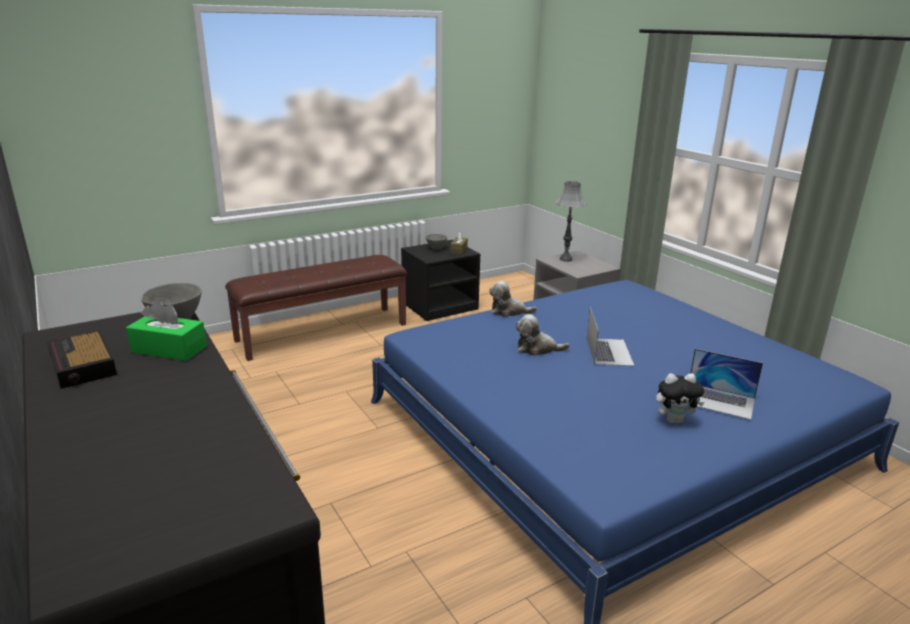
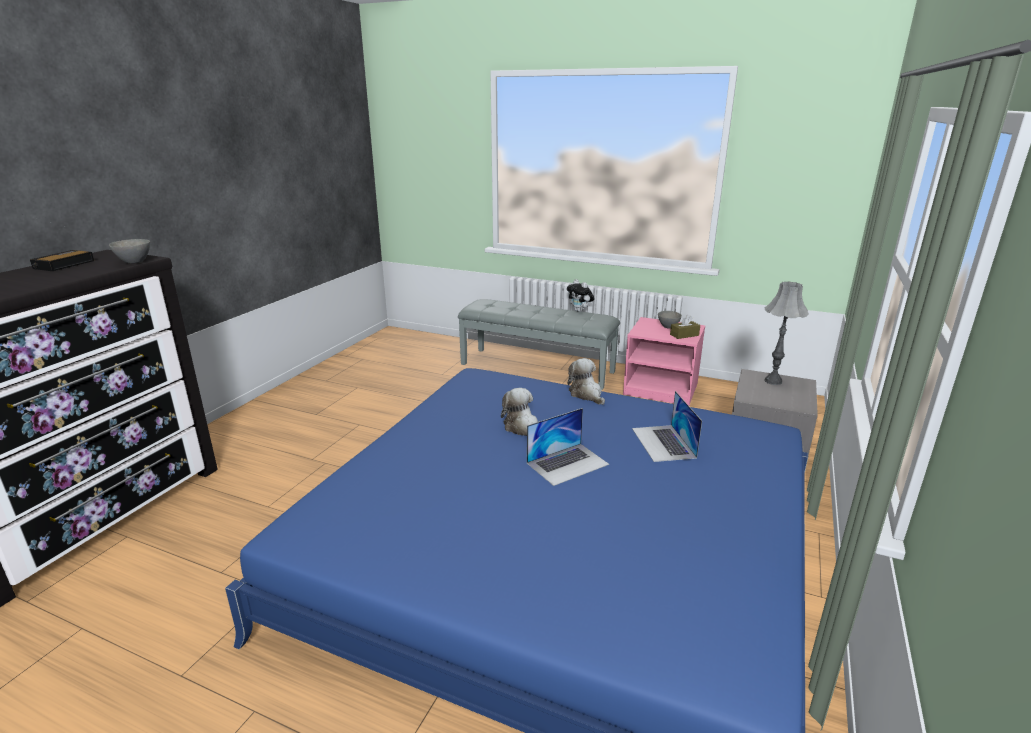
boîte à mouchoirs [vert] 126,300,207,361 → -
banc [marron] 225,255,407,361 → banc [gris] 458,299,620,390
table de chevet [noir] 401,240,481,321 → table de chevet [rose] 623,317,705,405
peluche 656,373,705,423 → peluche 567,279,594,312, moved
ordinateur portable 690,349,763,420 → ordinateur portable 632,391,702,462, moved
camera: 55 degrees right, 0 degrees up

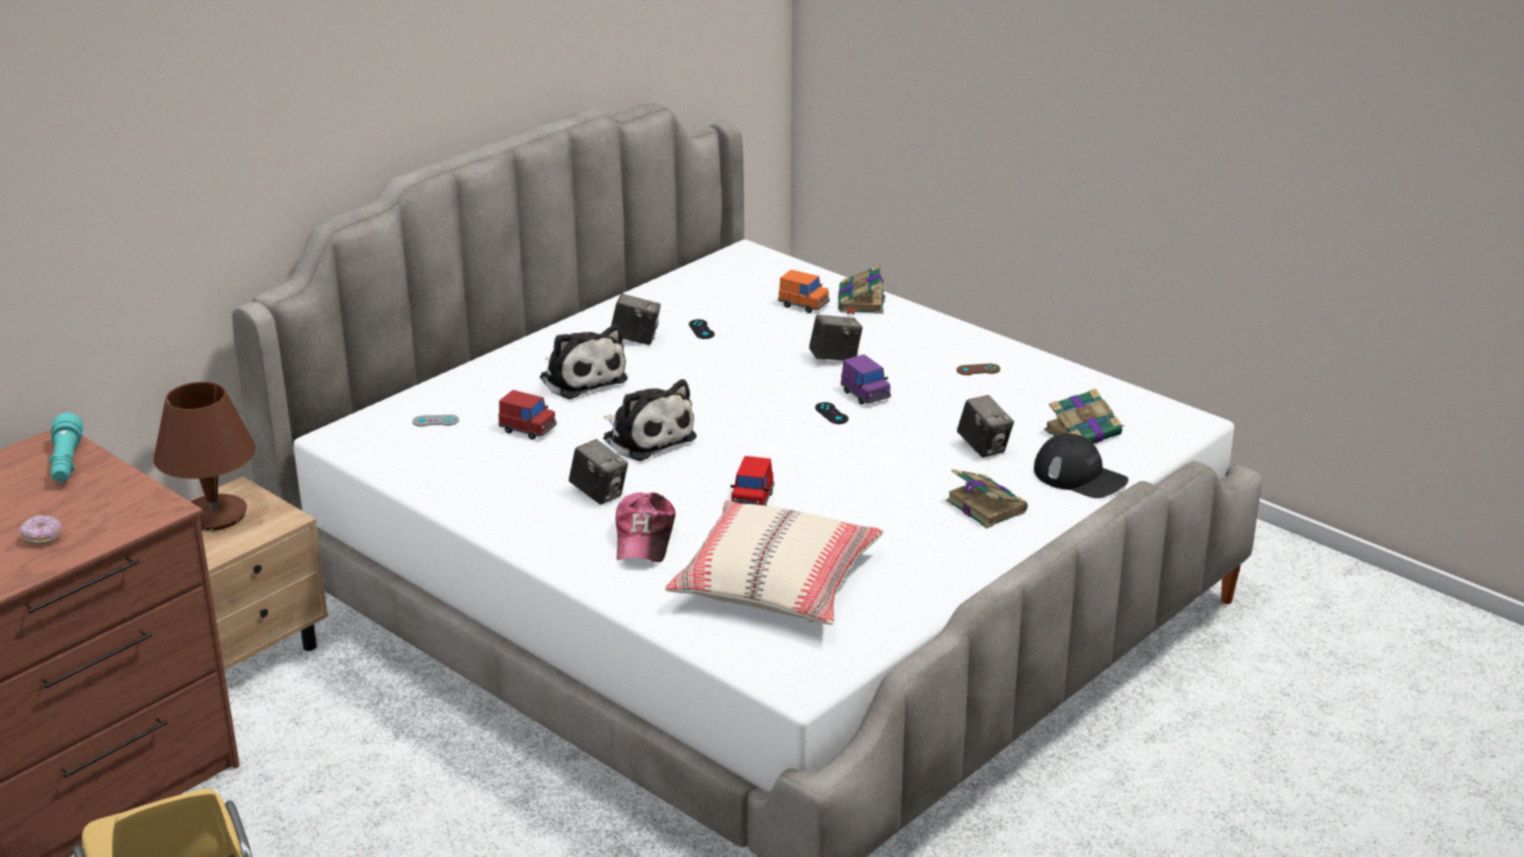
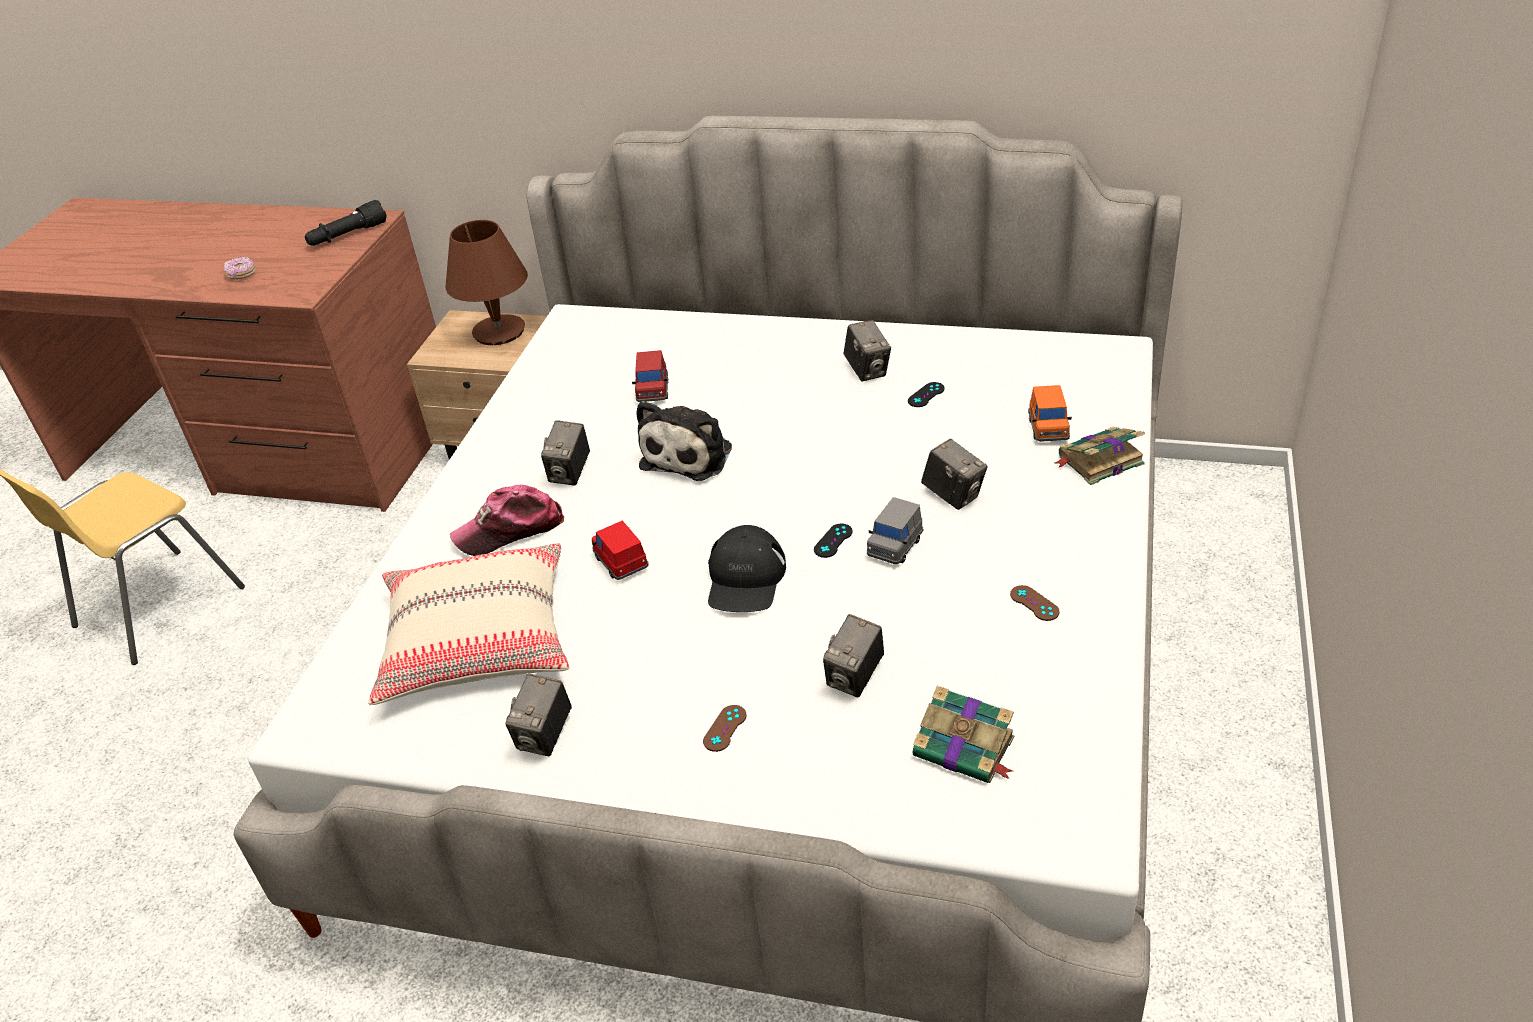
lampe de poche [turquoise] 49,413,83,482 → lampe de poche [noir] 305,200,387,246
manette [gris] 412,415,459,427 → -
peluche 540,324,628,399 → -
petite voiture [rouge] 731,456,774,506 → petite voiture [rouge] 592,520,649,580, 75 degrees clockwise
petite voiture [violet] 841,354,891,405 → petite voiture [gris] 867,497,923,564
livre 946,469,1028,529 → manette [marron] 703,705,747,752
casquette [noir] 1034,433,1129,498 → casquette [noir] 708,525,786,612, moved
- → appareil photo 505,673,572,756
camera: 65 degrees right, 10 degrees up

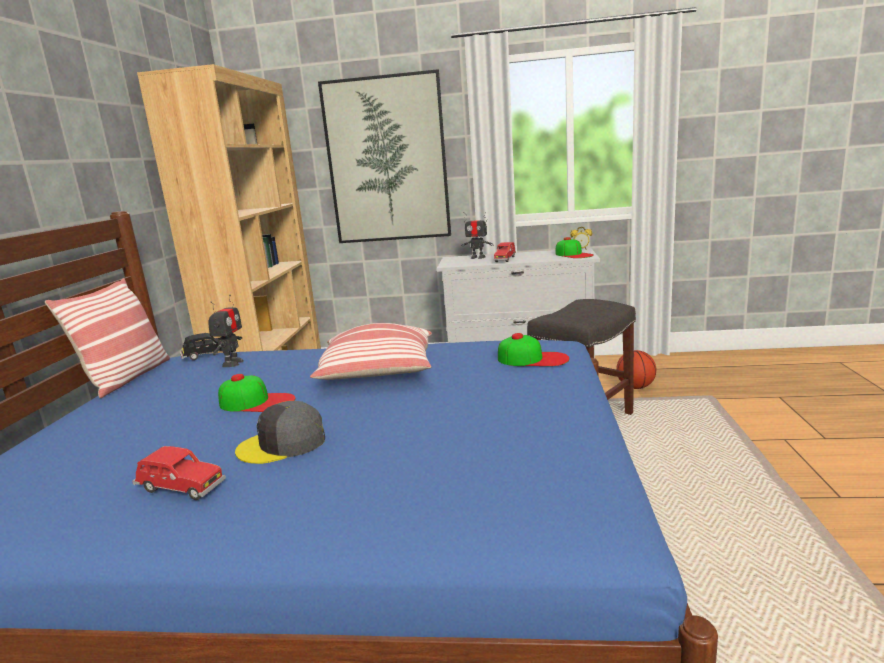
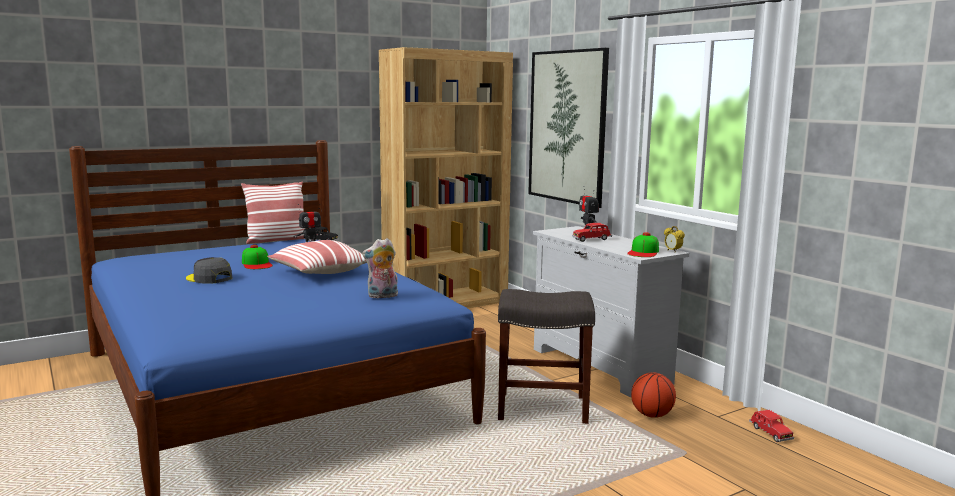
petite voiture [rouge] 132,446,226,500 → petite voiture [rouge] 749,410,794,442, moved
casquette 498,333,570,366 → peluche 362,238,398,298
camera: 50 degrees right, 5 degrees down

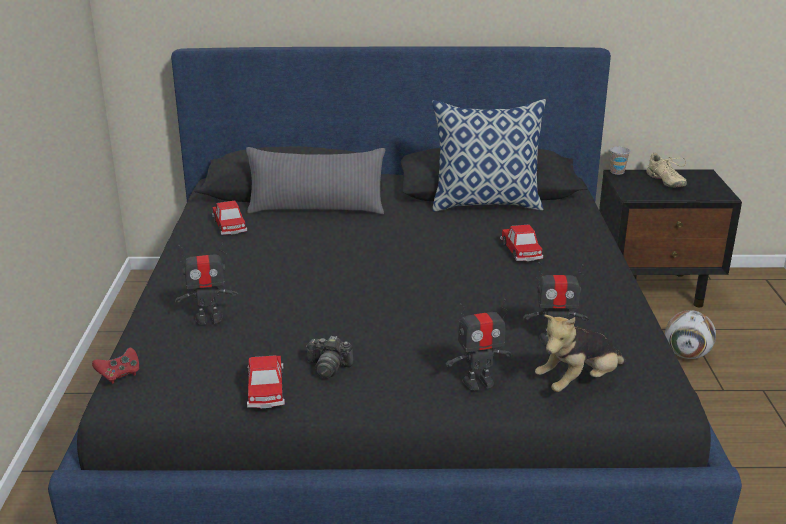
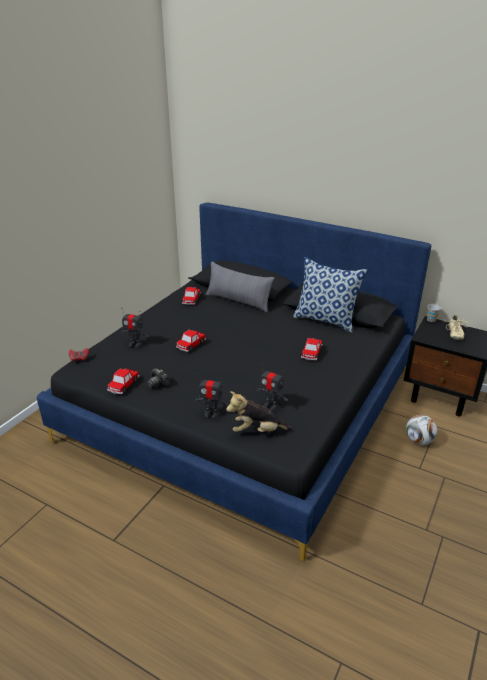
- → petite voiture 176,329,206,352
camera: 30 degrees right, 5 degrees up

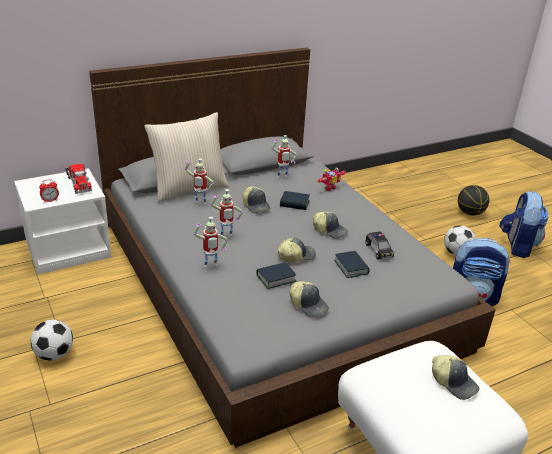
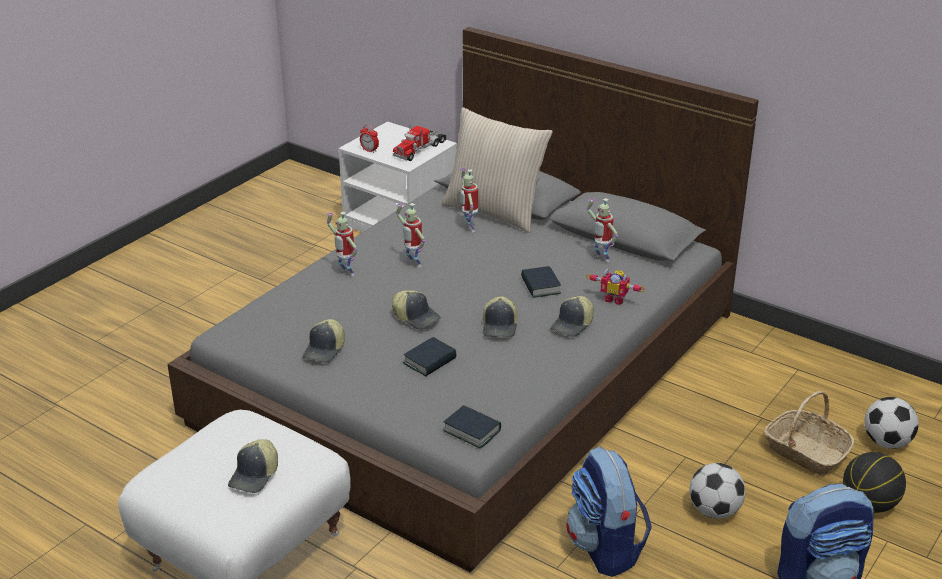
ballon de foot 30,320,73,361 → ballon de foot 864,397,919,449, moved
casquette 242,187,270,213 → casquette 550,296,594,337, moved
livre 256,262,296,289 → livre 443,405,501,449, moved
petite voiture 365,231,394,260 → -
- → panier 764,391,855,476
camera: 65 degrees right, 0 degrees up

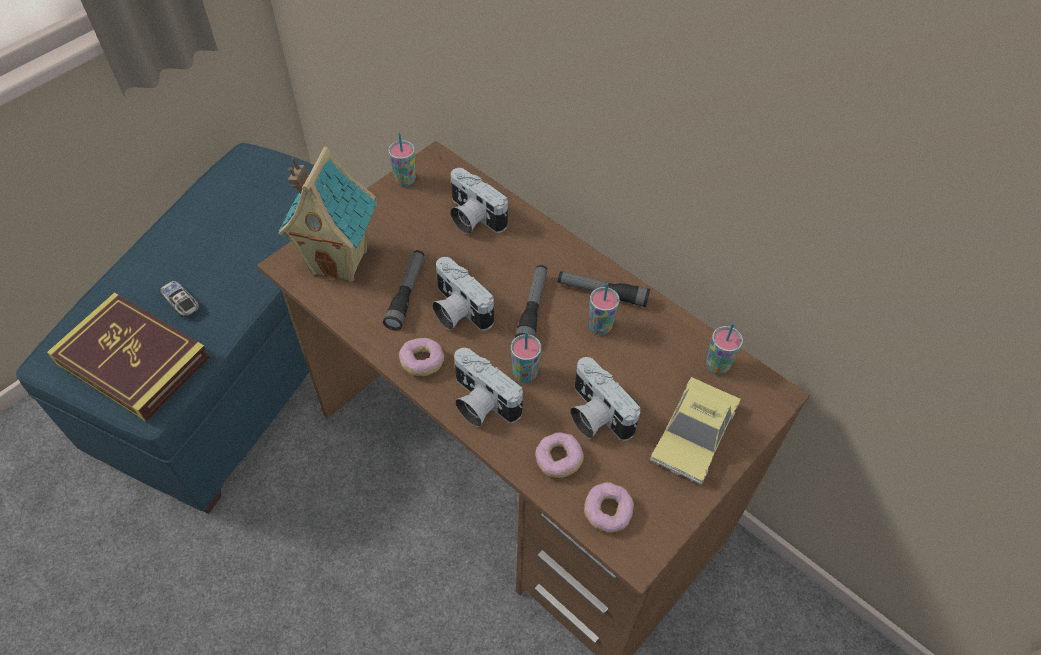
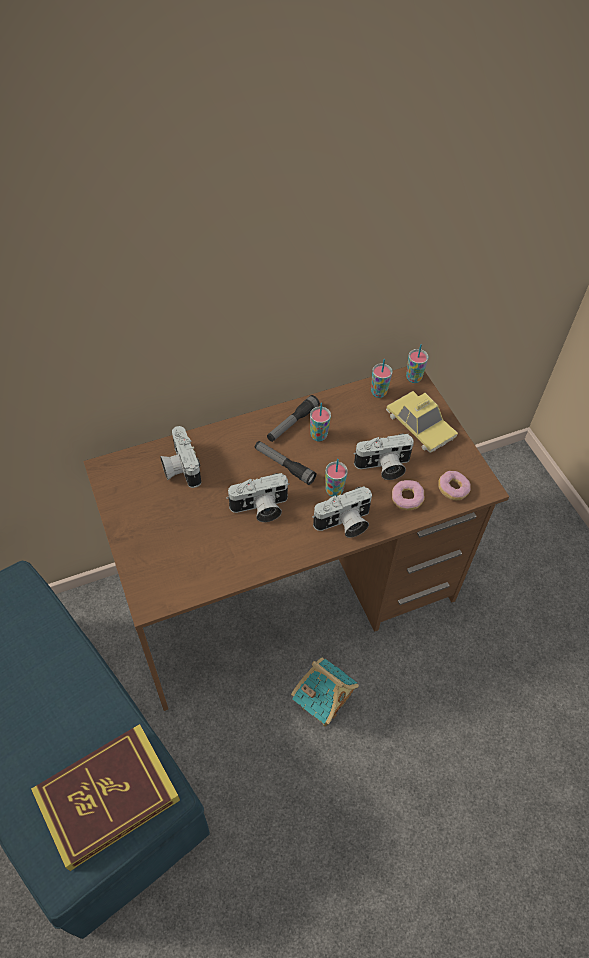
petite voiture 160,281,199,317 → -
maison miniature 278,147,377,283 → maison miniature 291,657,359,727, moved
lampe de poche 383,250,424,330 → -
tasse 388,133,416,186 → tasse 406,344,429,383, moved
beignet 399,338,444,376 → -
appareil photo 450,168,508,234 → appareil photo 160,426,201,488, 90 degrees clockwise
camera: 65 degrees left, 0 degrees up

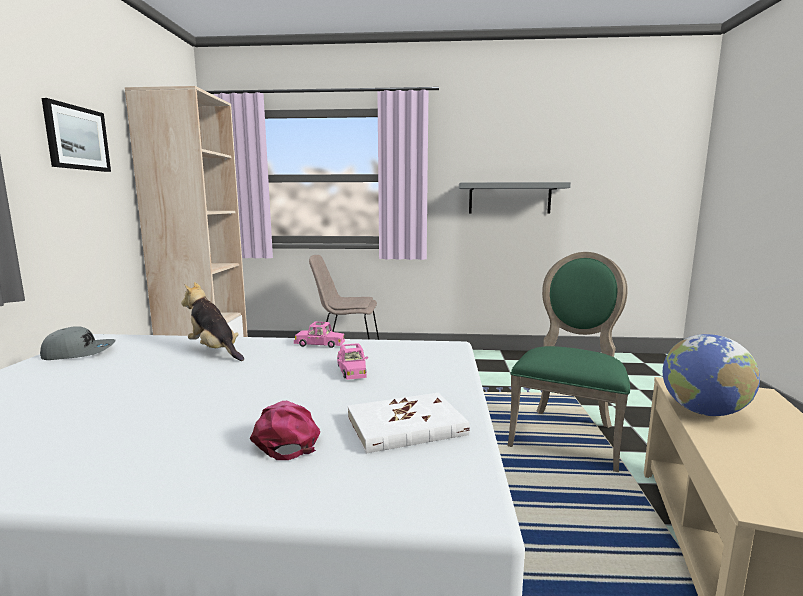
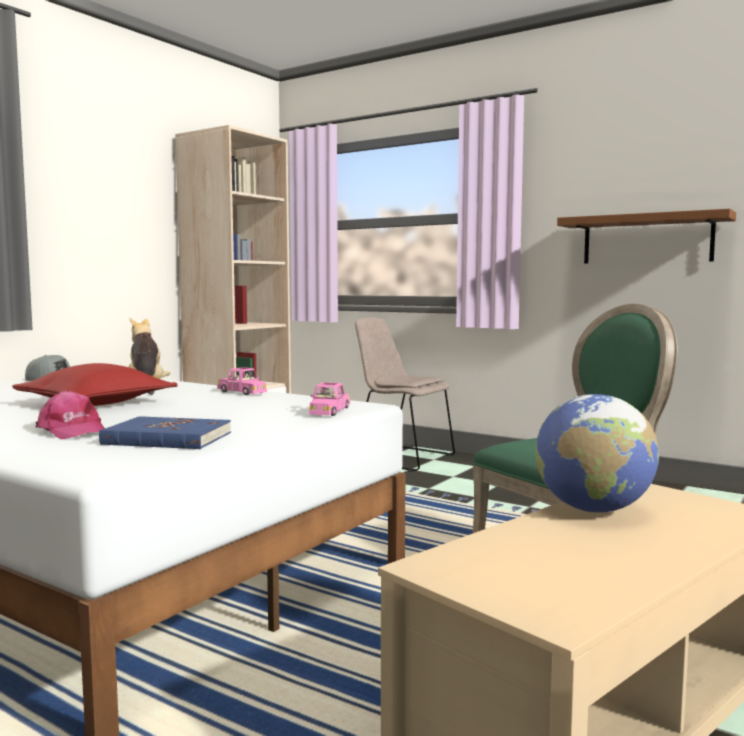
tableau 42,98,111,172 → -
casquette [rose] 250,401,320,460 → casquette [rose] 36,391,105,439, 120 degrees clockwise
petite voiture [rose] 337,343,368,380 → petite voiture [rose] 309,382,350,416, moved
livre [blanc] 347,393,470,454 → livre [bleu] 99,416,231,449
étagère [gris] 459,182,571,214 → étagère [marron] 557,209,736,264
- → coussin [rouge] 12,363,178,406
camera: 30 degrees right, 5 degrees down

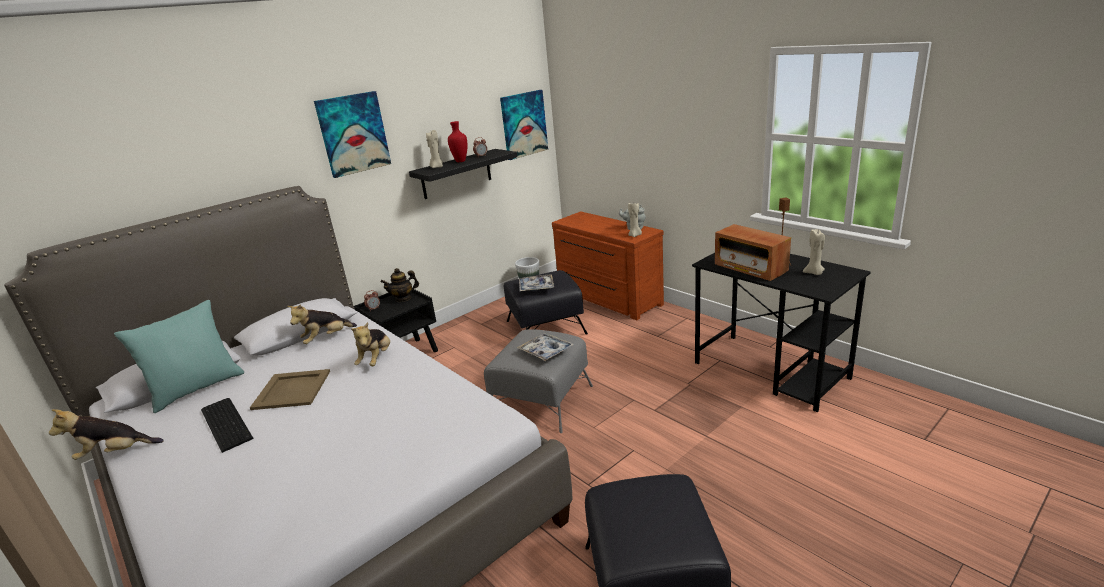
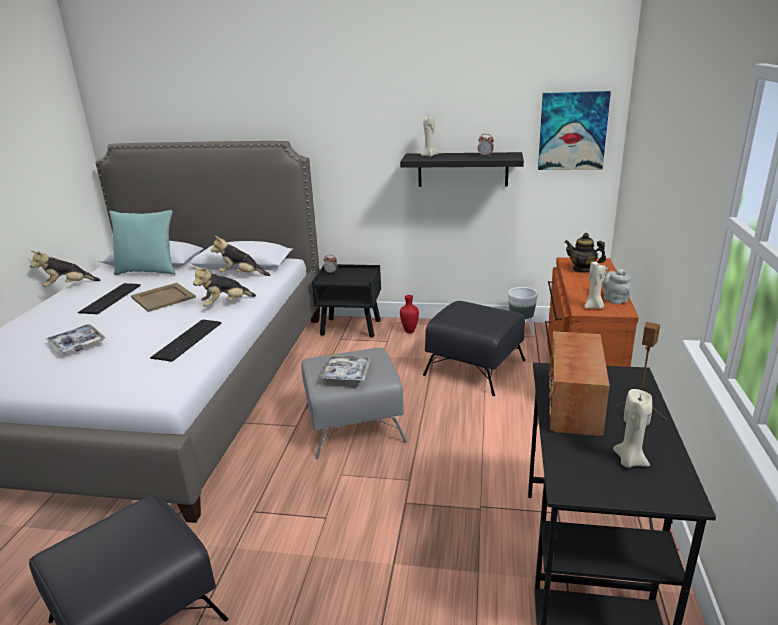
peluche 49,409,164,460 → peluche 30,251,100,287, 60 degrees counterclockwise
tableau 314,91,391,178 → -
théière 381,268,419,302 → théière 565,233,606,273, moved
vase [rouge] 448,121,467,162 → vase [rouge] 400,295,419,333, moved
plateau 519,274,554,291 → plateau 46,324,105,354, moved
- → clavier 150,320,221,362
camera: 50 degrees right, 0 degrees up

